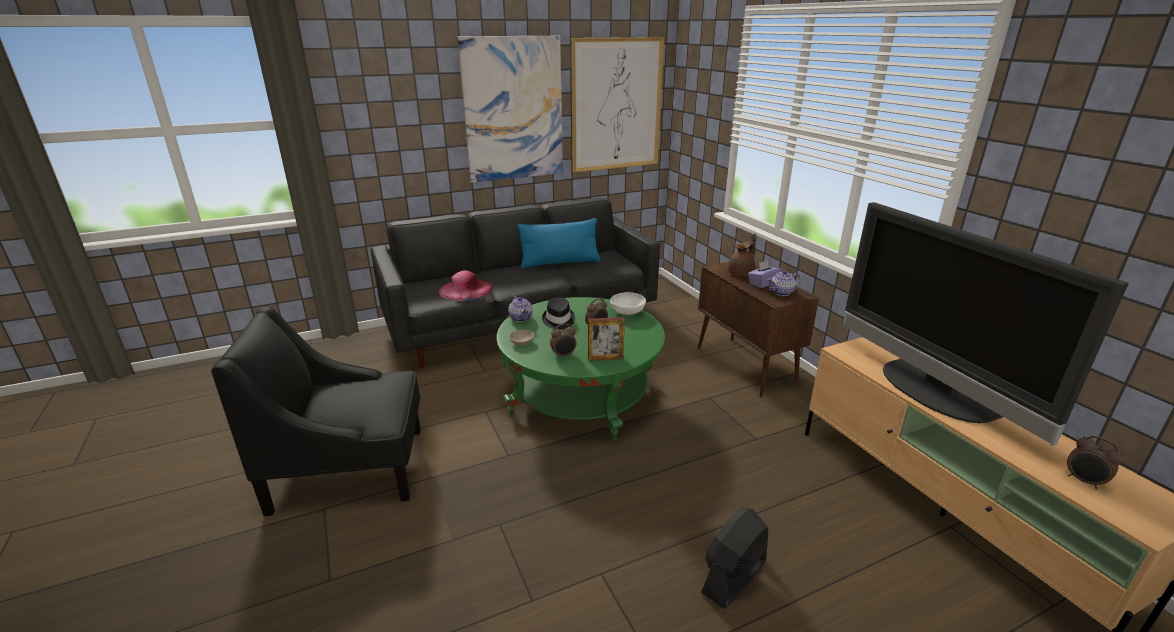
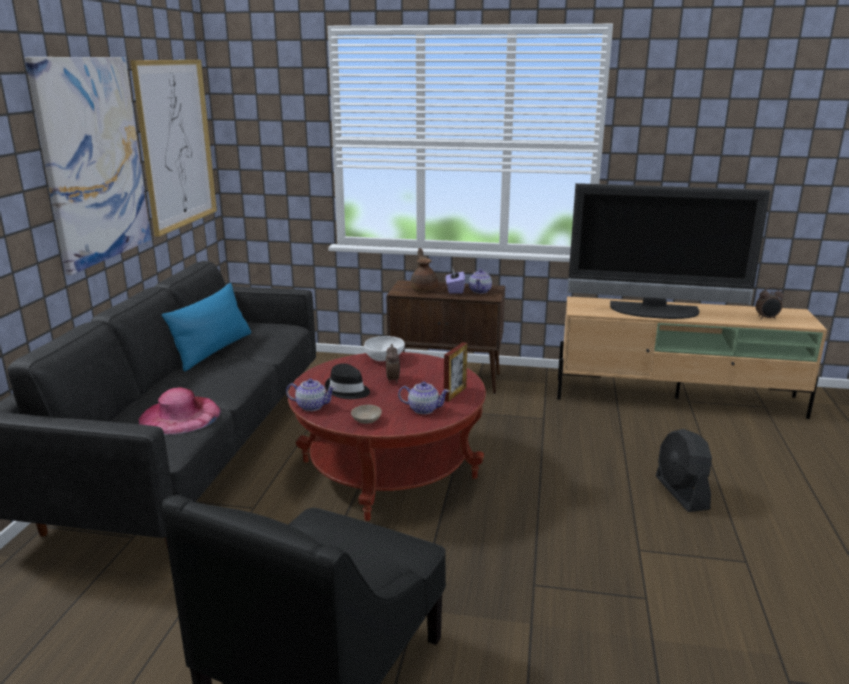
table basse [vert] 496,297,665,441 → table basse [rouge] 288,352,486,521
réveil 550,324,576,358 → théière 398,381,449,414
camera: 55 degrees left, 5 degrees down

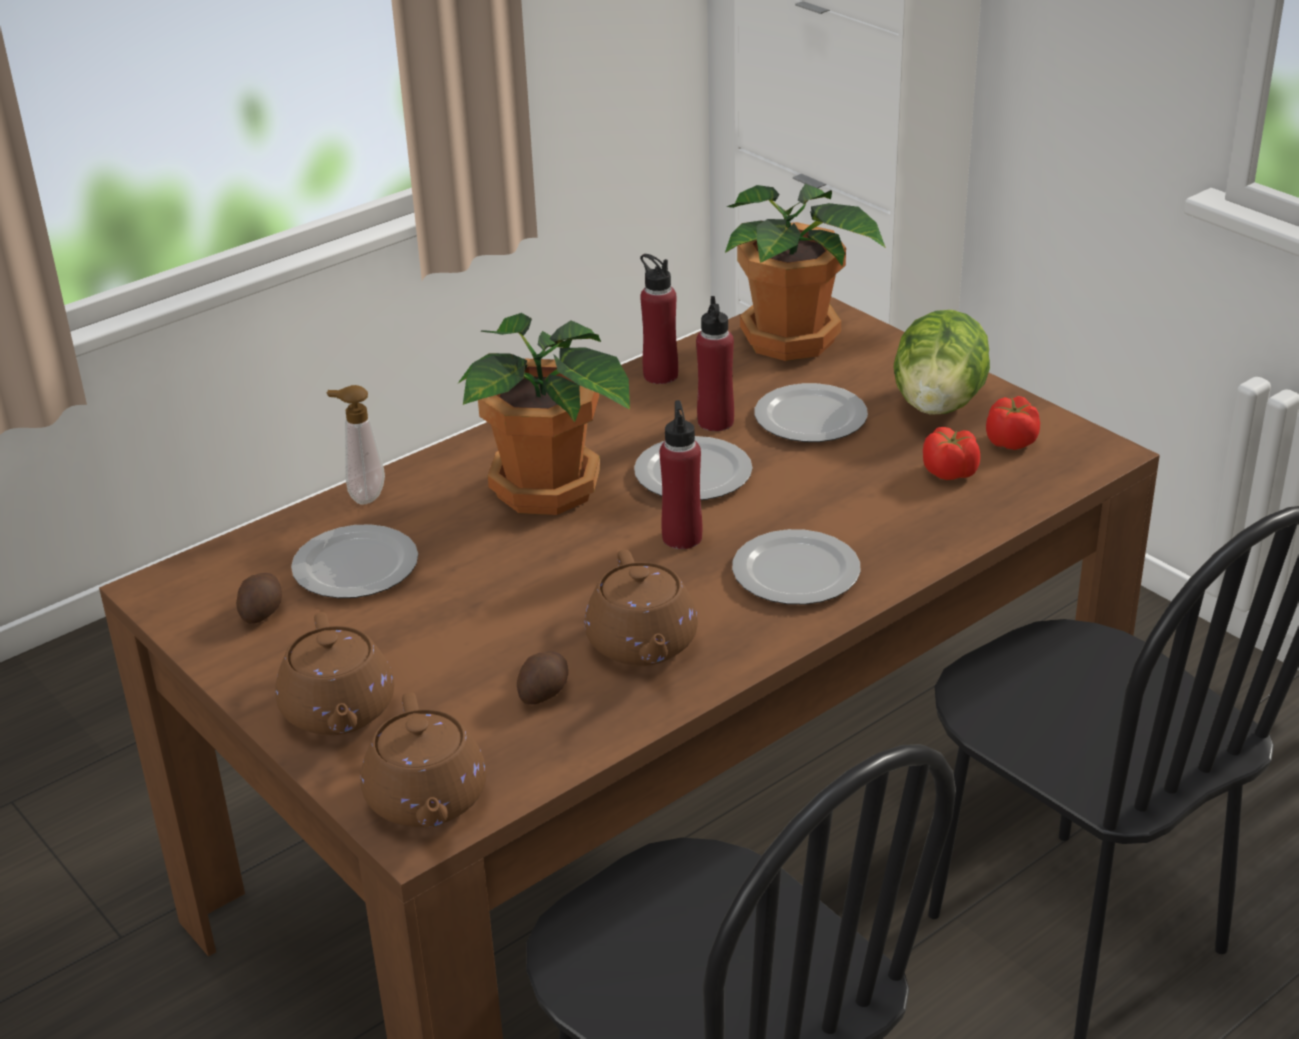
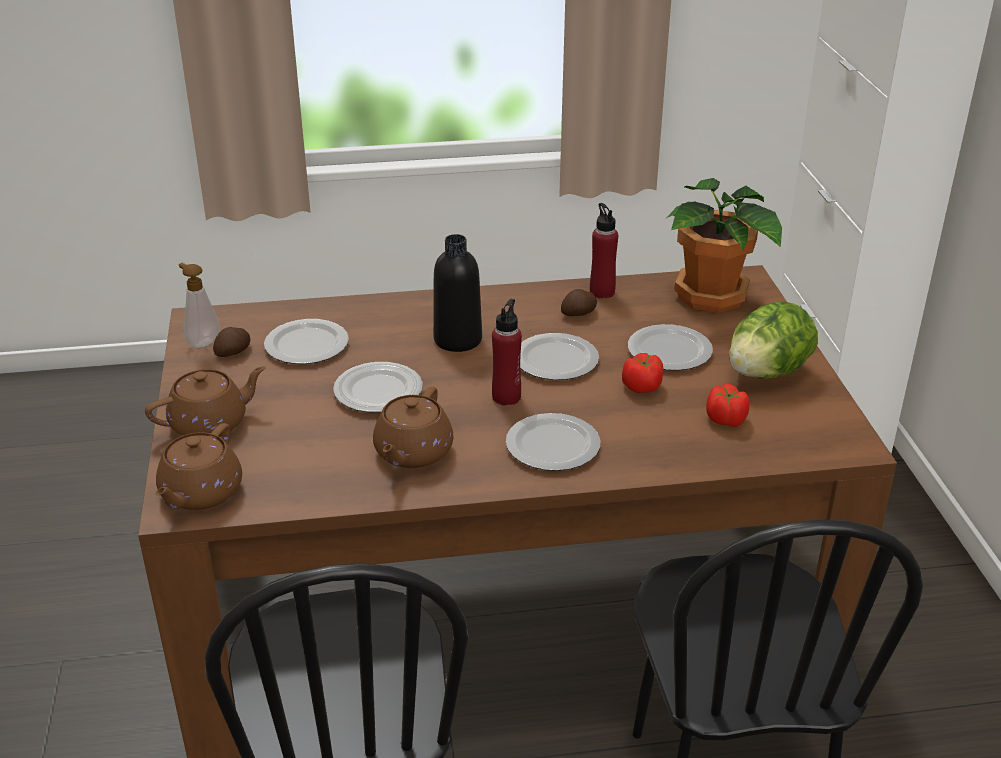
théière [marron] 275,612,394,735 → théière [marron] 145,366,266,437, 135 degrees counterclockwise
distributeur de savon 327,385,385,505 → distributeur de savon 179,263,220,348, moved
plante en pot 458,313,630,515 → bouteille [noir] 433,234,482,352
pomme de terre 517,651,568,705 → pomme de terre 561,289,597,316, moved
bouteille [rouge] 696,296,734,431 → -
tomate 986,396,1040,450 → tomate 622,353,663,393, moved
- → assiette 333,362,423,413
camera: 30 degrees right, 0 degrees up

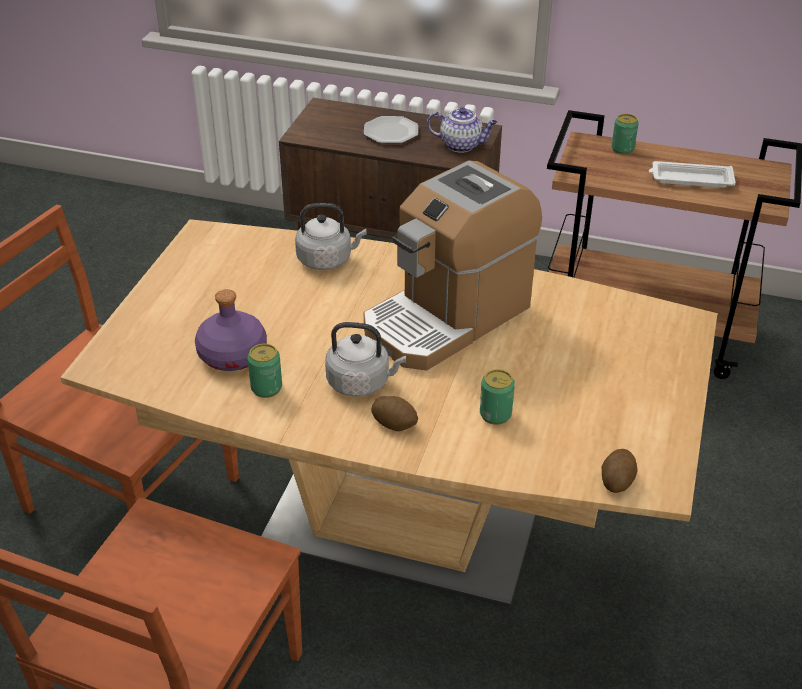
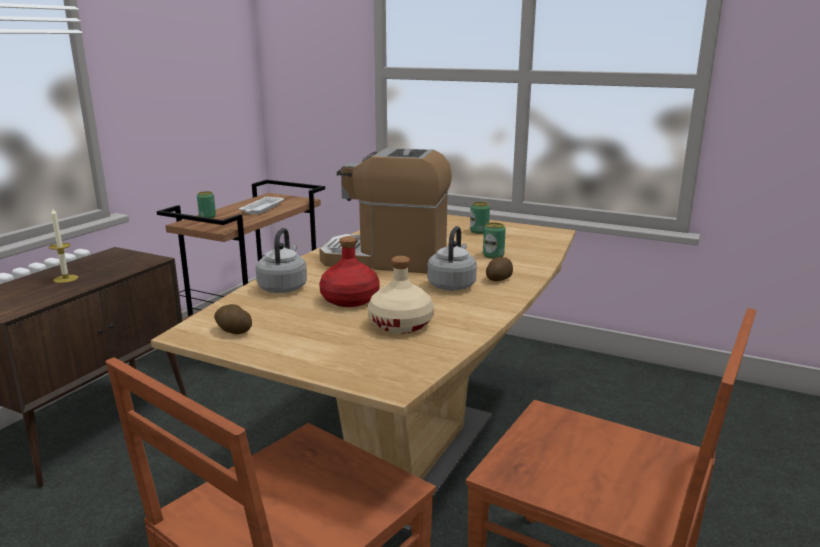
bouteille [violet] 195,289,267,371 → bouteille [beige] 368,256,434,334
boîte métallique 247,344,282,398 → boîte métallique 470,202,490,234, moved
assiette 364,116,418,144 → bougie 49,207,78,283
machine à café 364,161,542,370 → machine à café 319,148,452,273, 135 degrees clockwise
théière 427,107,497,153 → -
pomme de terre 602,449,637,493 → pomme de terre 214,304,252,334, moved
- → bouteille [rouge] 319,236,380,307
camera: 80 degrees left, 20 degrees down

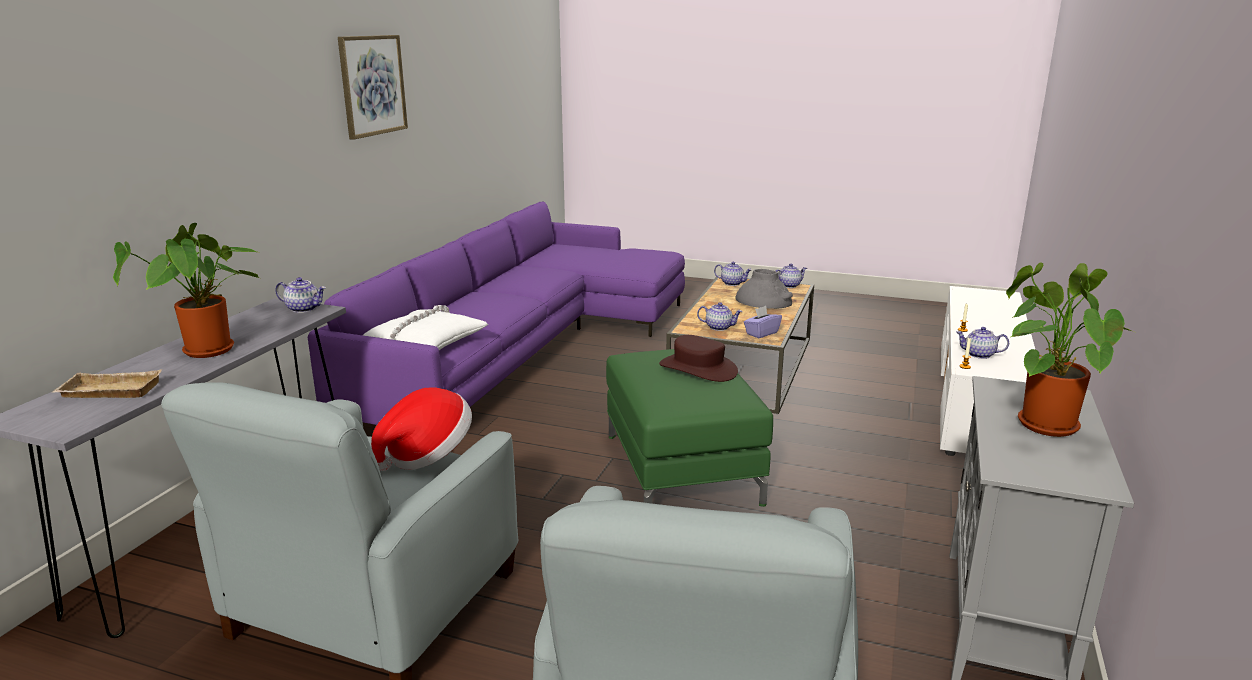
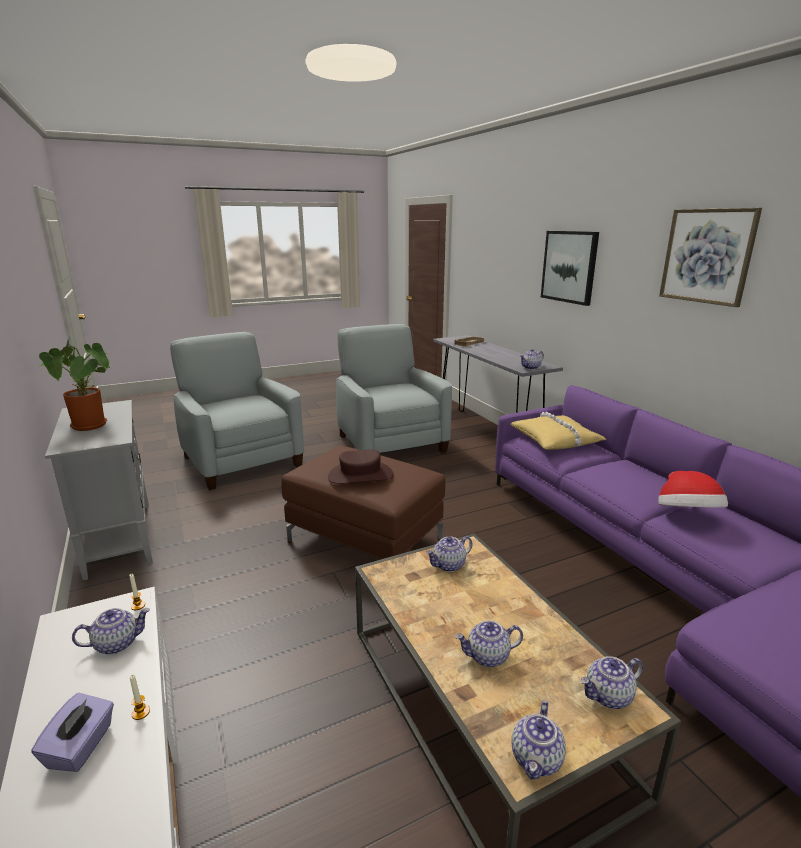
plante en pot 113,223,259,358 → -
coussin [blanc] 363,305,488,350 → coussin [jaune] 510,412,607,450
chapeau 371,388,472,471 → chapeau 658,471,728,508, moved
pouf [vert] 606,349,773,507 → pouf [marron] 281,446,445,559
vase [gris] 735,269,793,309 → théière 455,620,523,667
boîte à mouchoirs [violet] 744,306,782,338 → boîte à mouchoirs [violet] 31,693,114,772, moved
- → tableau 541,231,599,306
camera: 135 degrees right, 0 degrees up

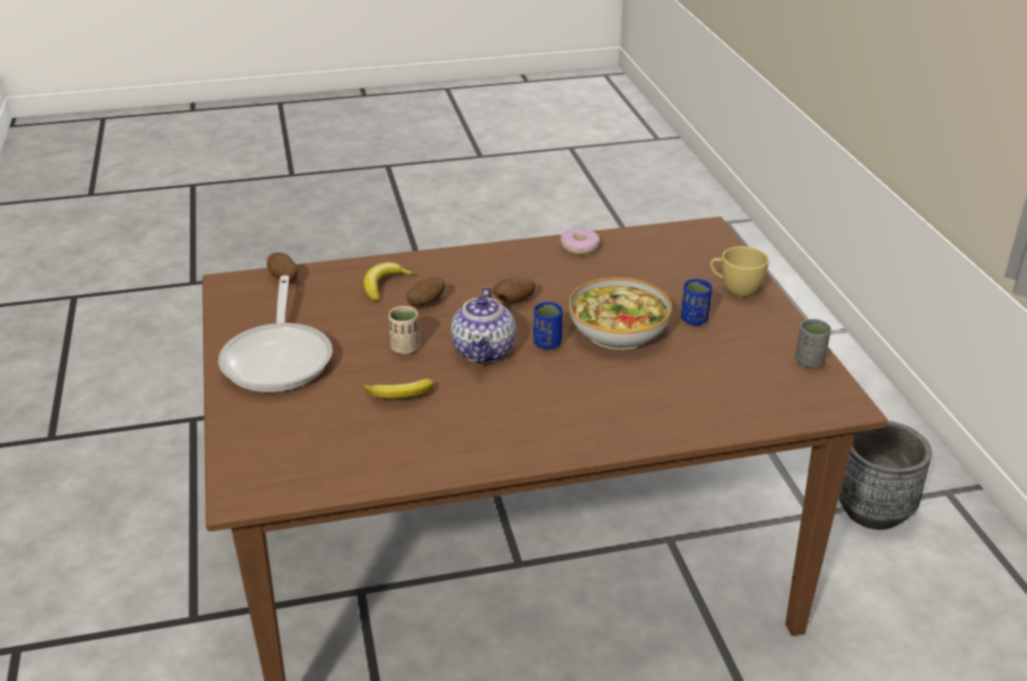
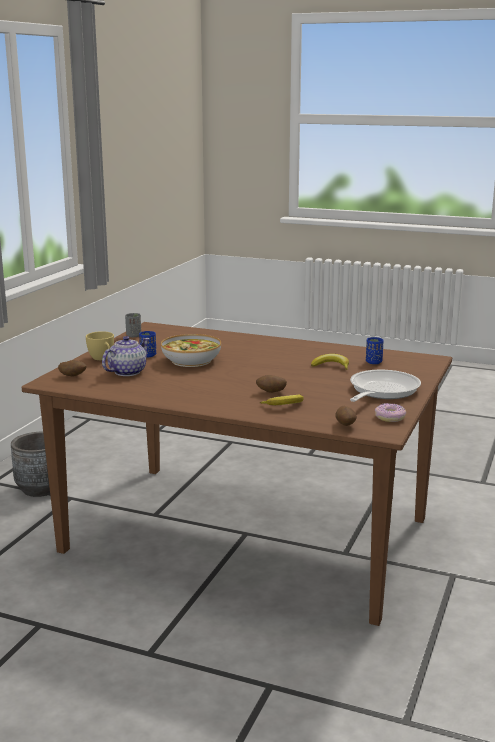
tasse [beige] 388,306,419,354 → -
théière 451,287,516,363 → théière 102,336,150,376, moved
pomme de terre 493,277,536,303 → pomme de terre 58,360,87,376, moved
tasse [bleu] 533,302,563,350 → tasse [bleu] 366,337,384,364, moved
beignet 560,227,600,255 → beignet 375,403,406,422, moved
camera: 145 degrees left, 15 degrees down

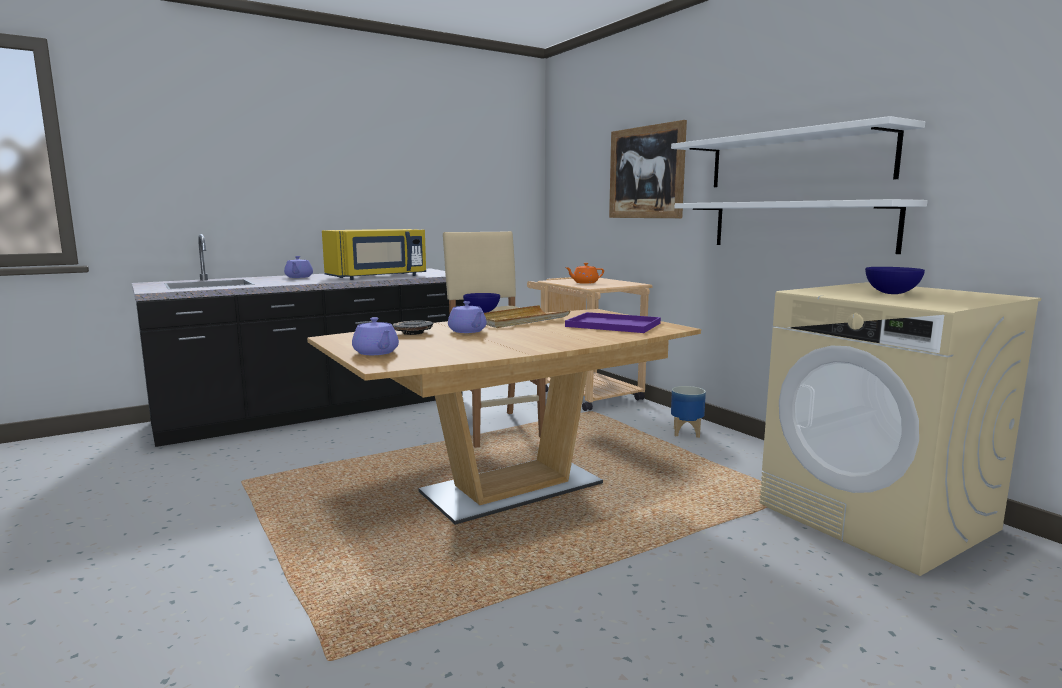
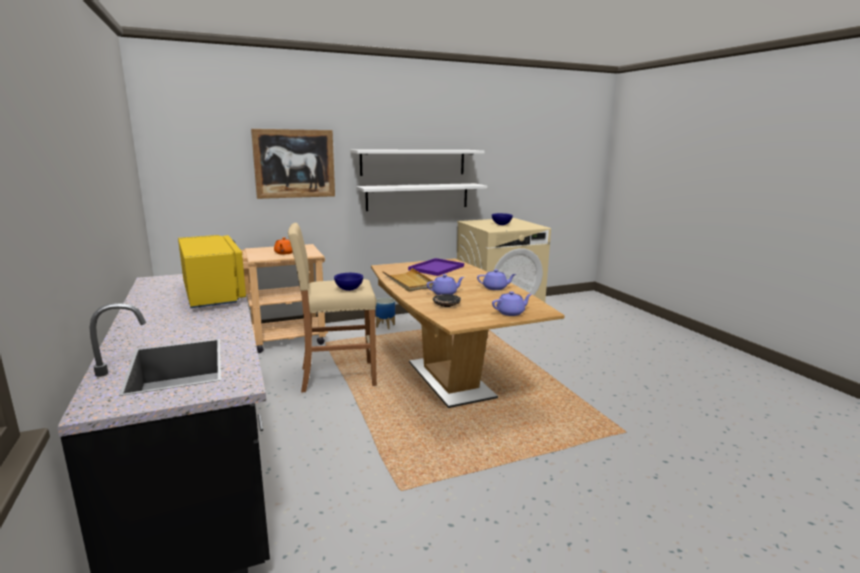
théière [violet] 284,256,313,278 → théière [violet] 477,269,516,290, moved
camera: 80 degrees left, 5 degrees up

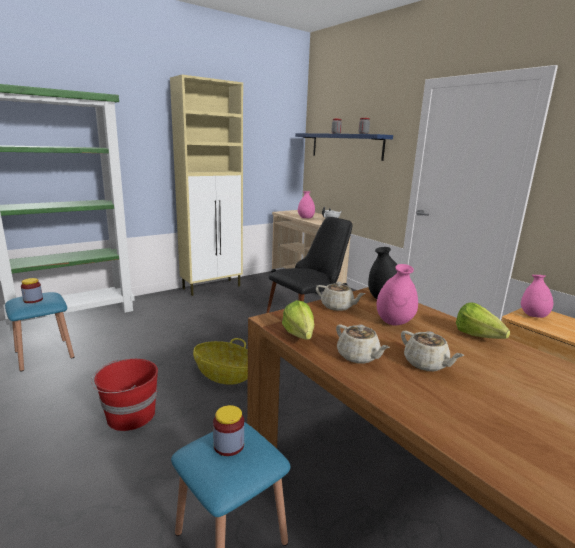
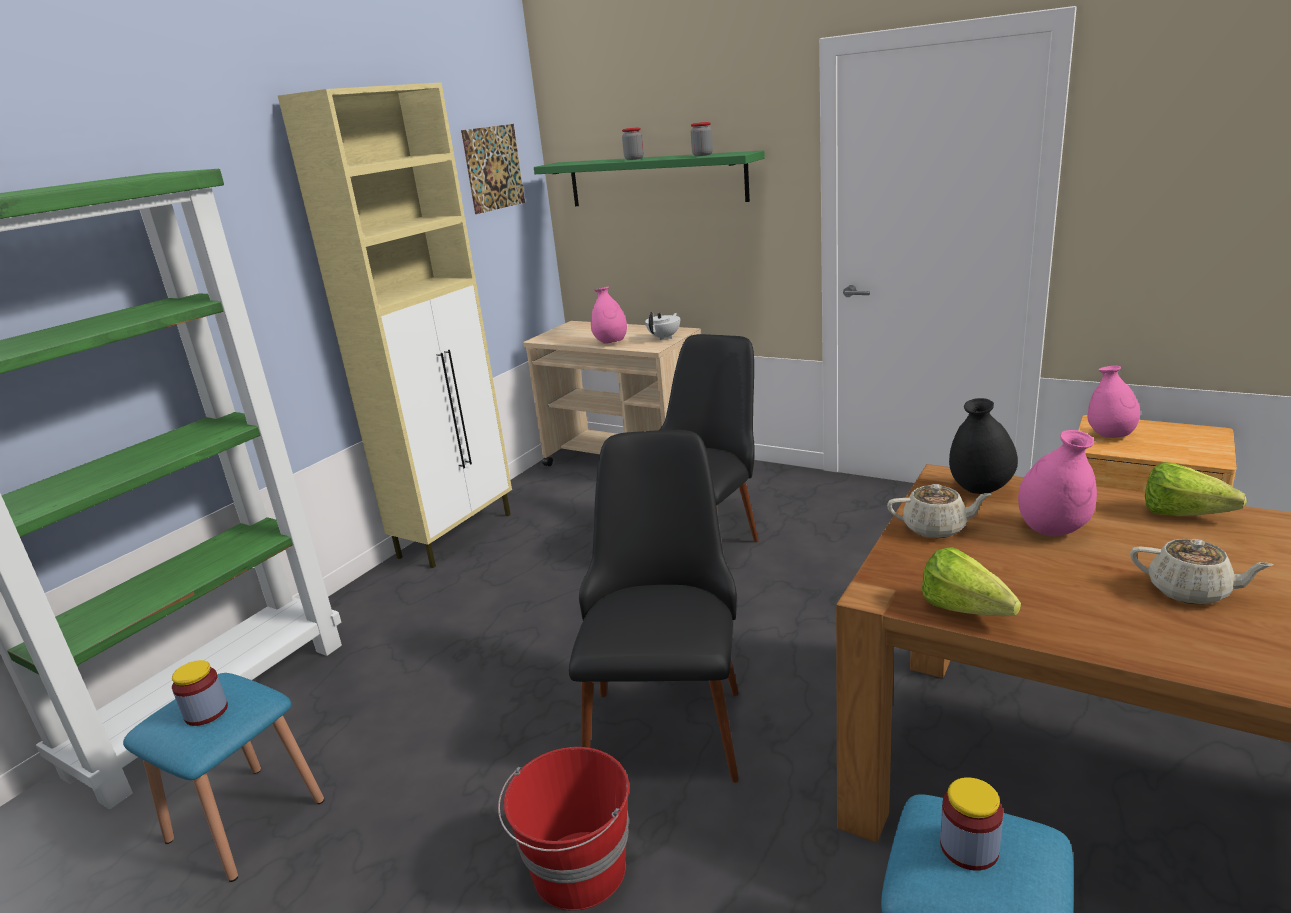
panier 193,338,248,385 → chaise [noir] 569,430,739,783
étagère [bleu] 295,133,393,161 → étagère [vert] 534,150,765,206
théière [beige] 336,324,390,364 → -
- → tableau 461,124,525,214
camera: 20 degrees left, 5 degrees up

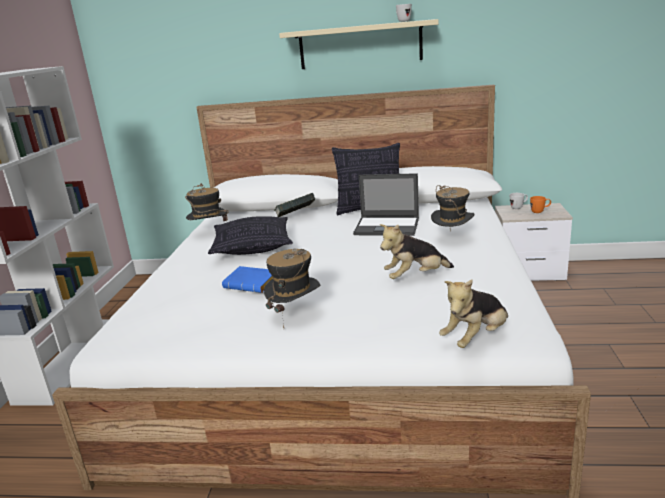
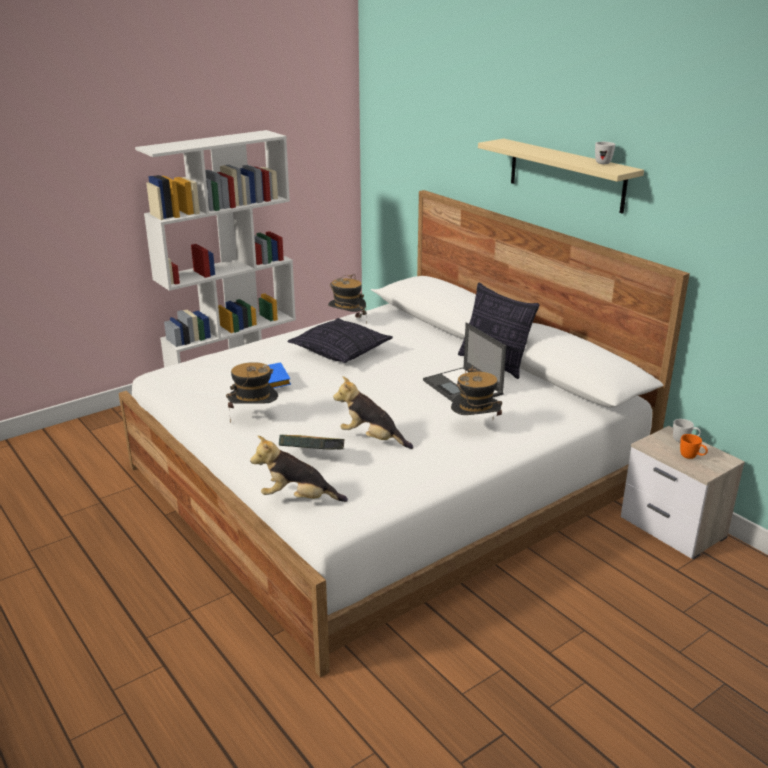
livre 274,193,315,217 → livre 279,434,345,450, moved
camera: 45 degrees right, 5 degrees up

